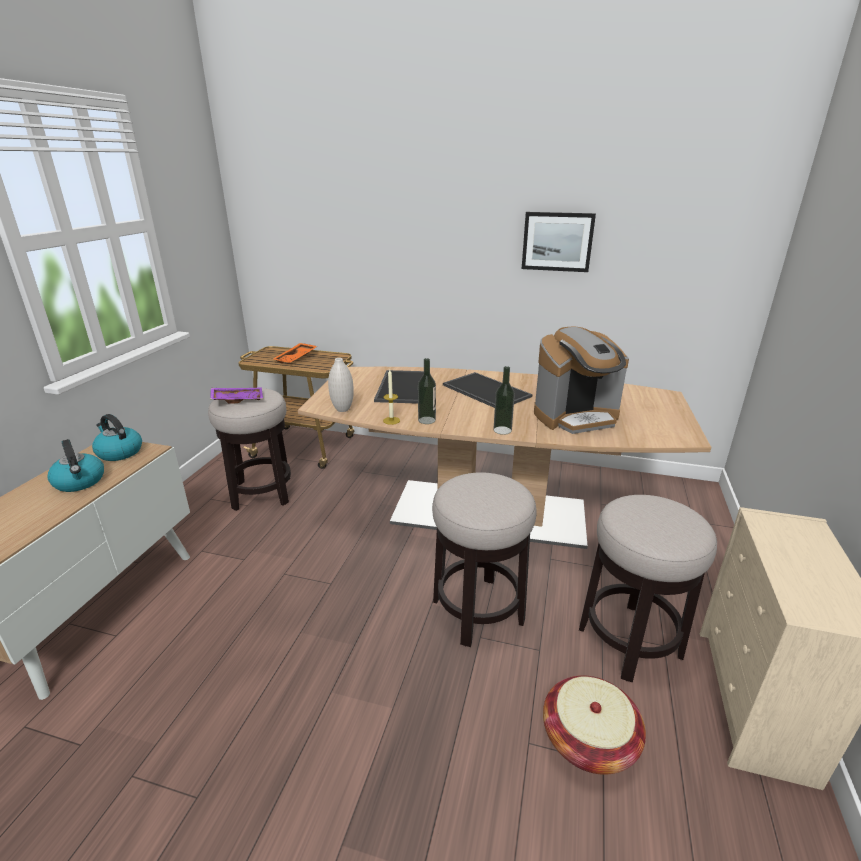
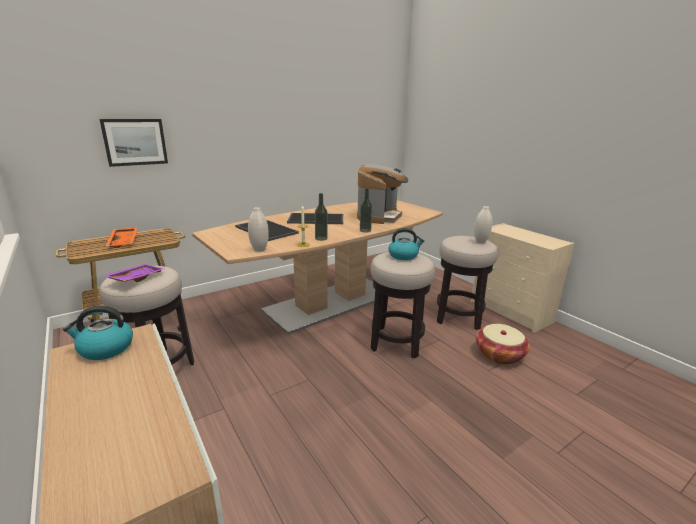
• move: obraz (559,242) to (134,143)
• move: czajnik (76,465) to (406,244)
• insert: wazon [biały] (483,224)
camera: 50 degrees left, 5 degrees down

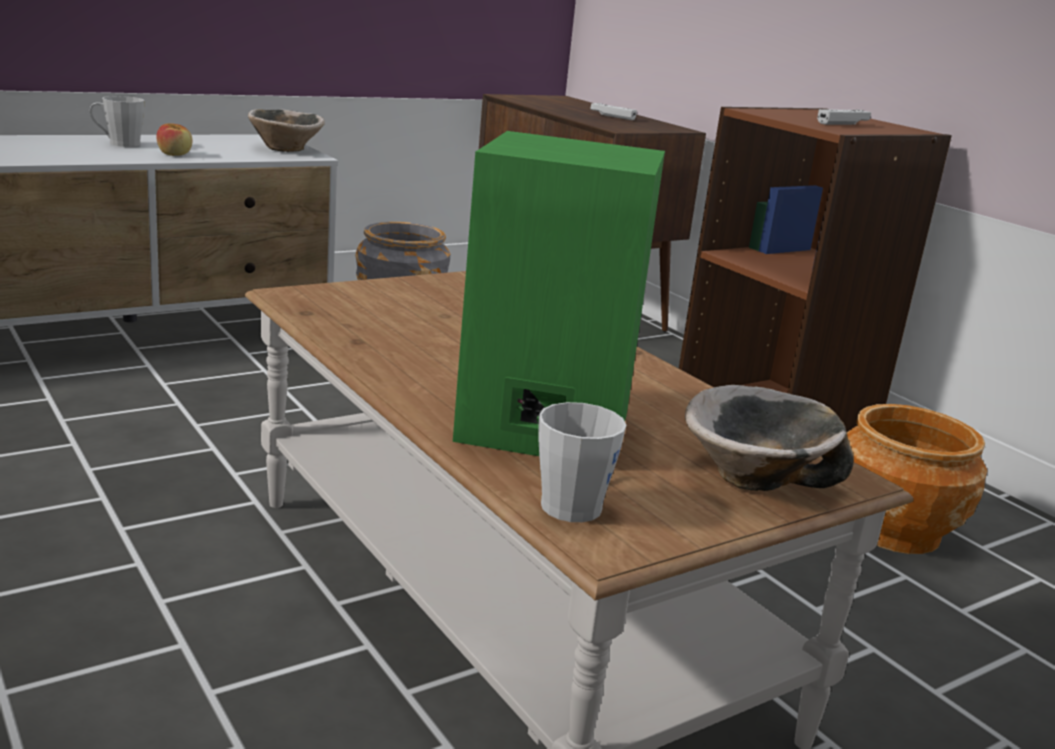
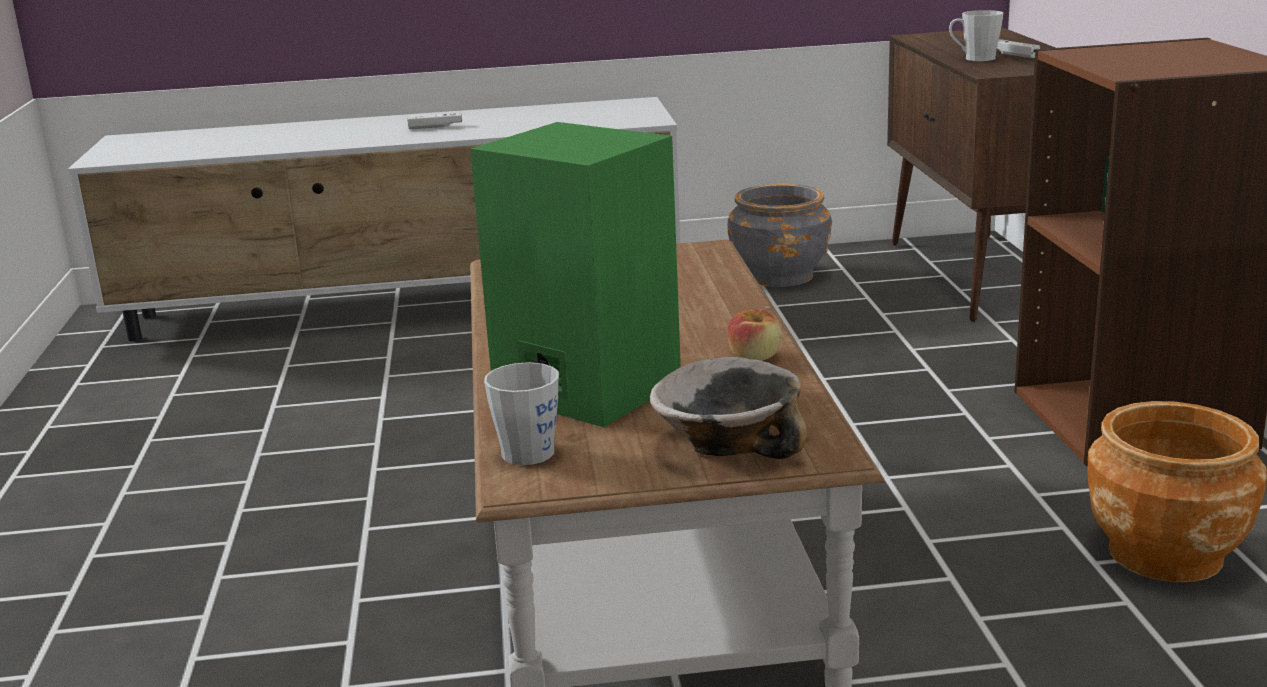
• move: pad do gier [biały] (844,117) to (434,121)
• move: jabłko (174,139) to (754,335)
• move: kubek [szary] (117,121) to (976,35)
• delete: miska (286,130)
camera: 30 degrees right, 0 degrees up

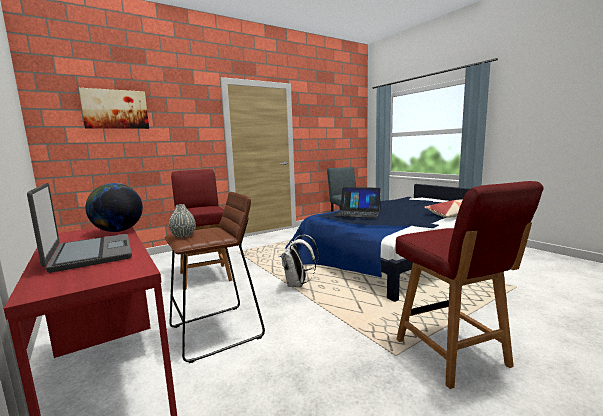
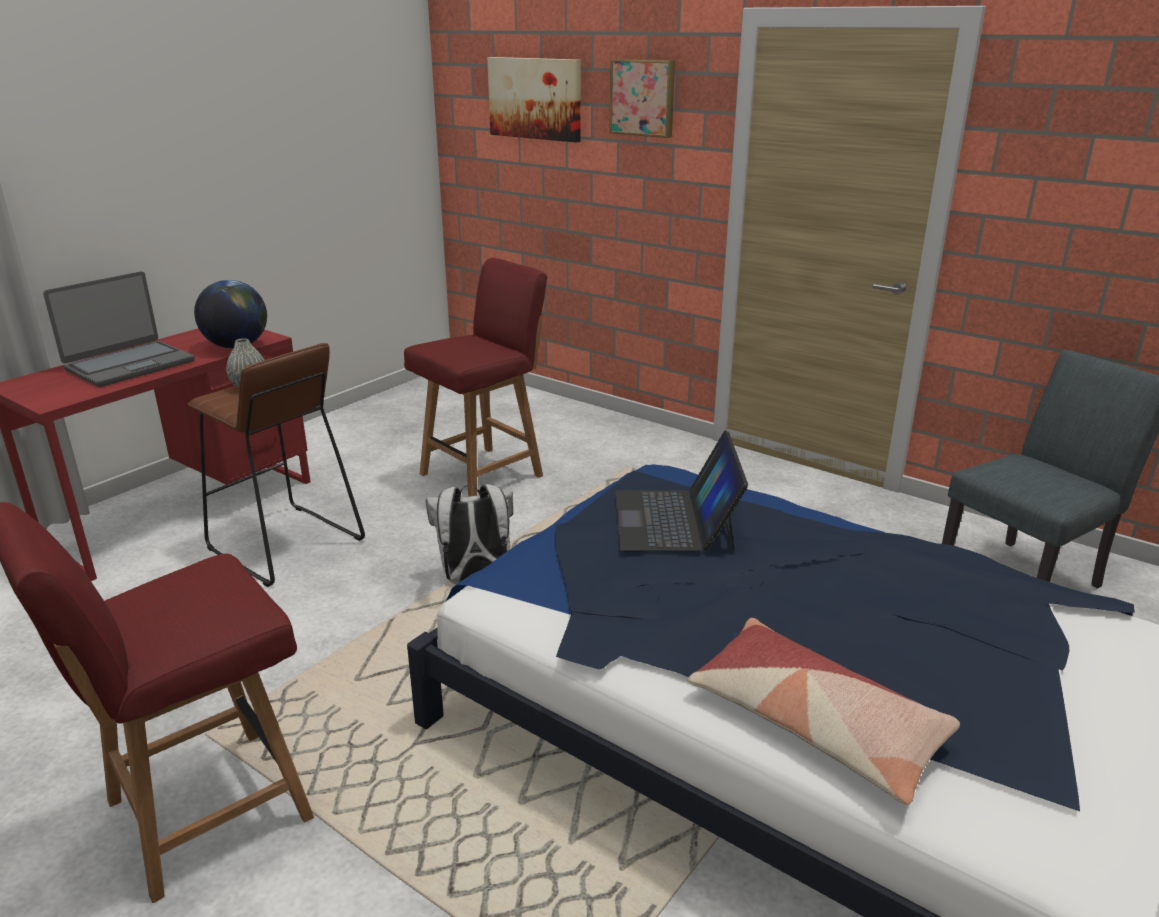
• insert: obraz (642,98)
camera: 70 degrees right, 15 degrees up

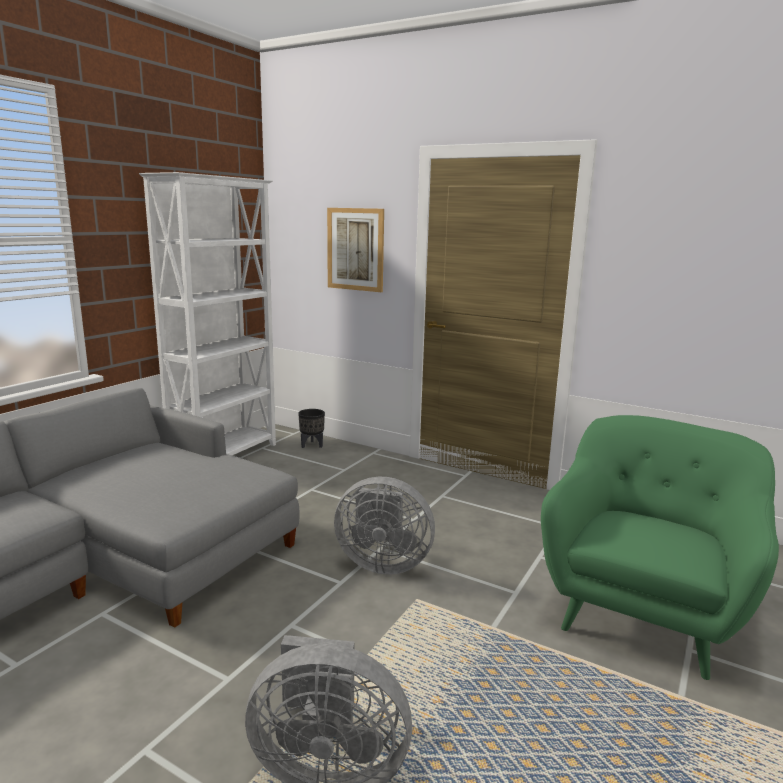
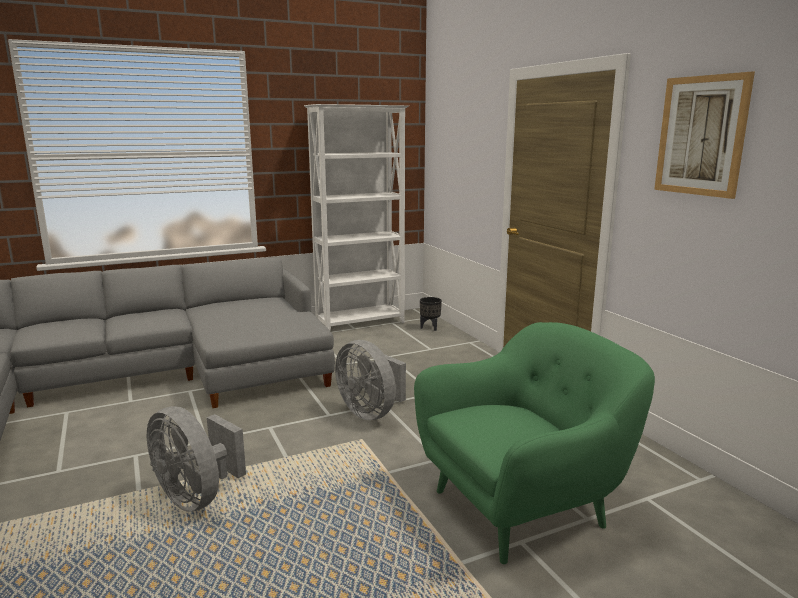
• move: obraz (355,250) to (704,135)
camera: 35 degrees right, 0 degrees up

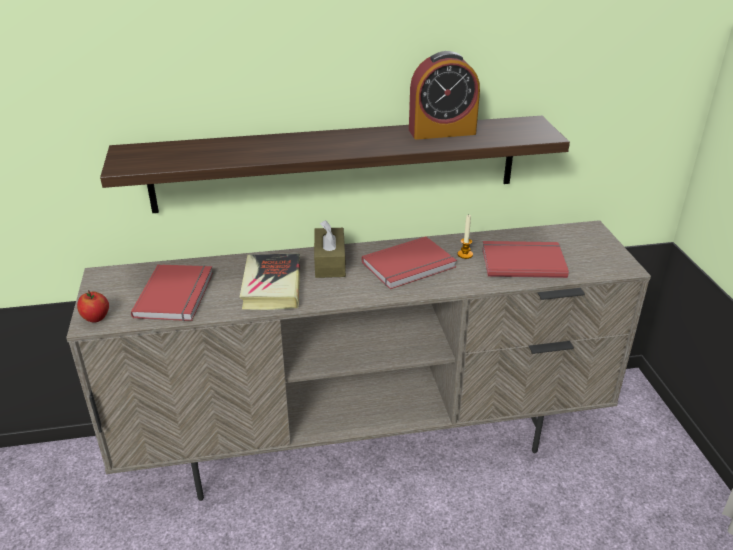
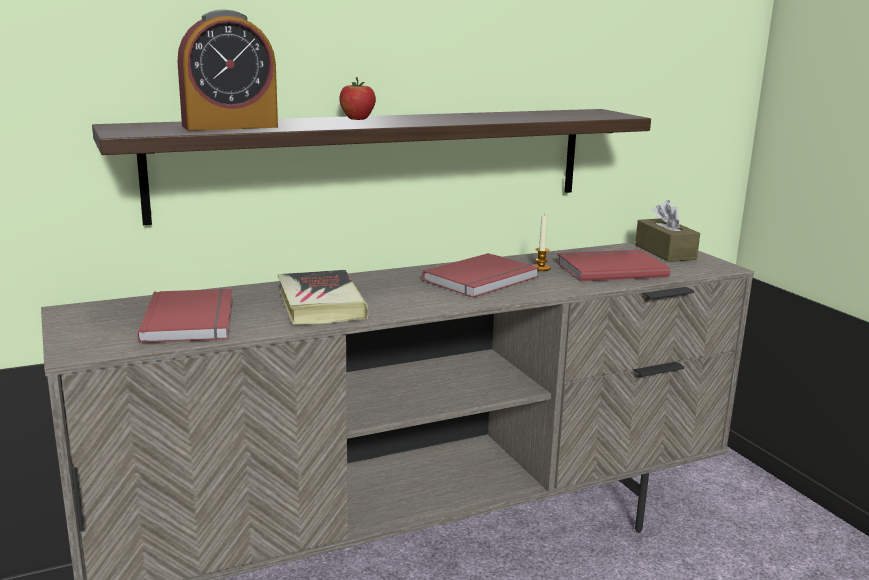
• move: budzik (444,95) to (228,70)
• move: jabłko (93,306) to (357,98)
• move: pudełko chusteczek [brązowy] (330,249) to (667,231)
camera: 15 degrees left, 15 degrees down

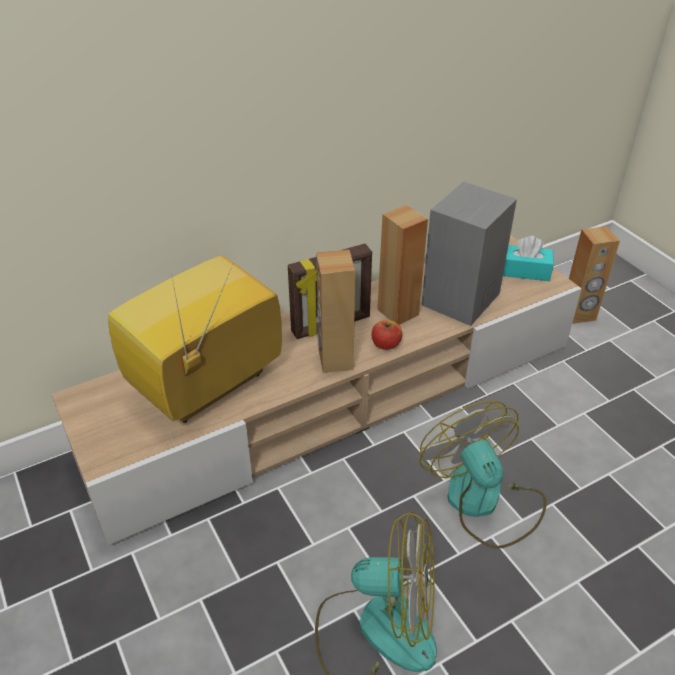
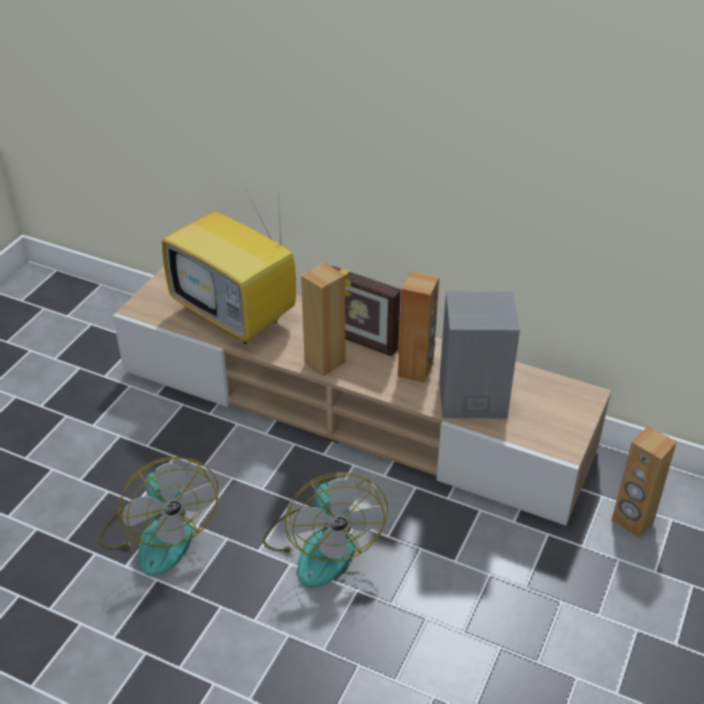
• rotate: telewizor (195,339) = (229,262) 150 degrees counterclockwise
• rotate: wentylator (483,475) = (325,530) 135 degrees clockwise
• delete: jabłko (386,335)
• delete: pudełko chusteczek [turkusowy] (528,258)
camera: 55 degrees right, 0 degrees up

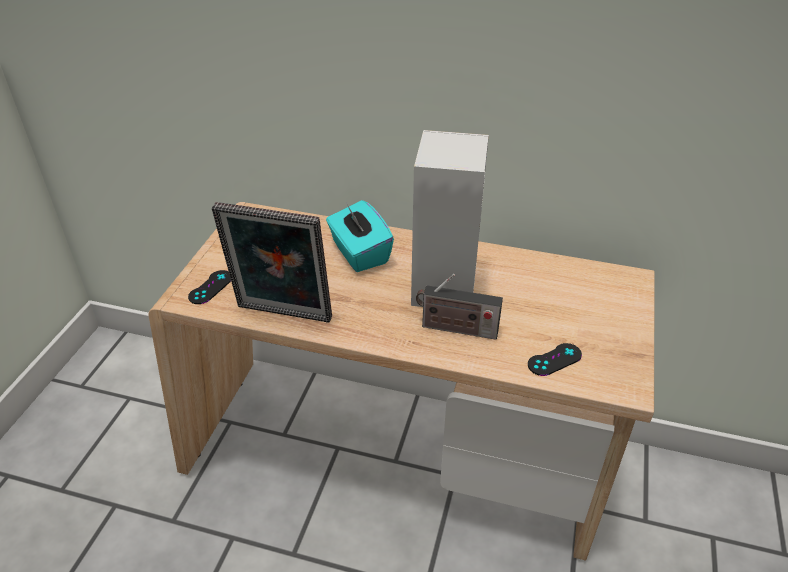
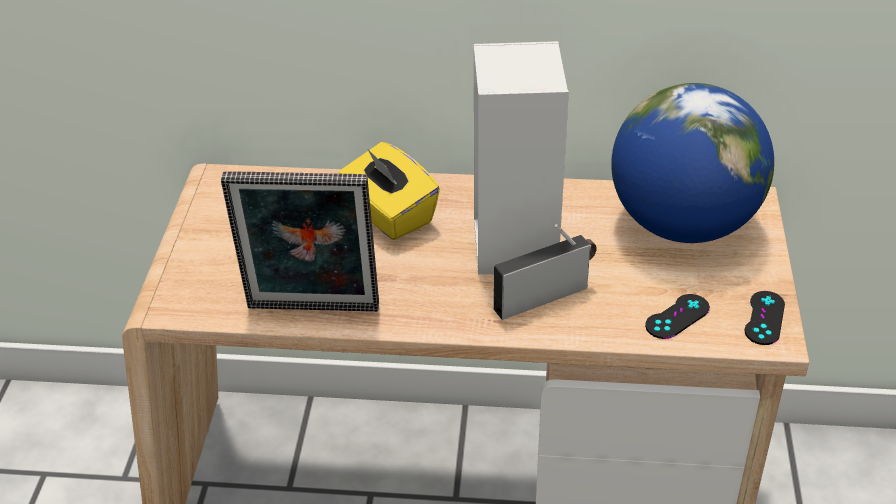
• recolor: pudełko chusteczek [turkusowy] (360,236) to pudełko chusteczek [żółty] (389,191)
• rotate: radio (459,307) = (545,272) 150 degrees clockwise
• insert: globus (692,163)
• move: pad do gier [czarny] (209,287) to (765,318)
camera: 10 degrees left, 0 degrees up

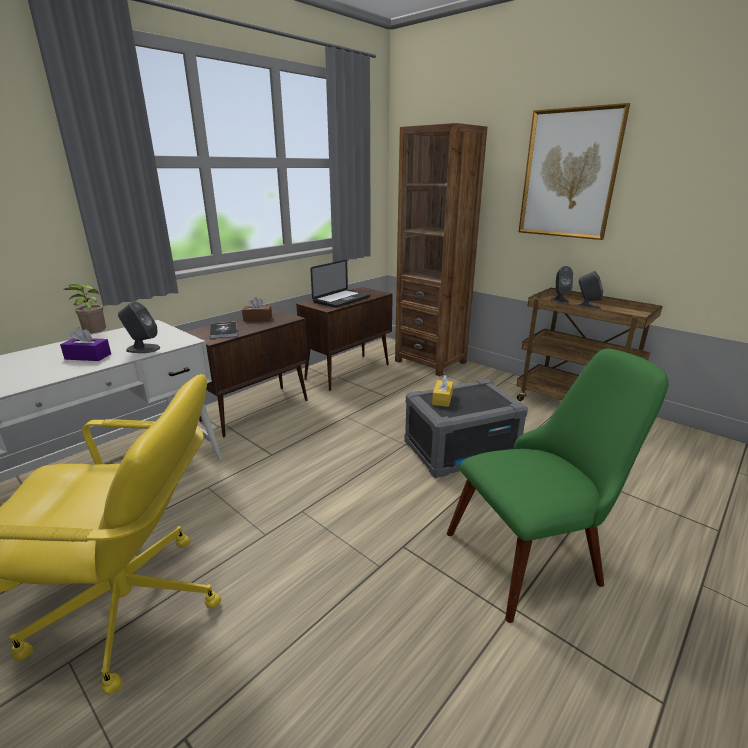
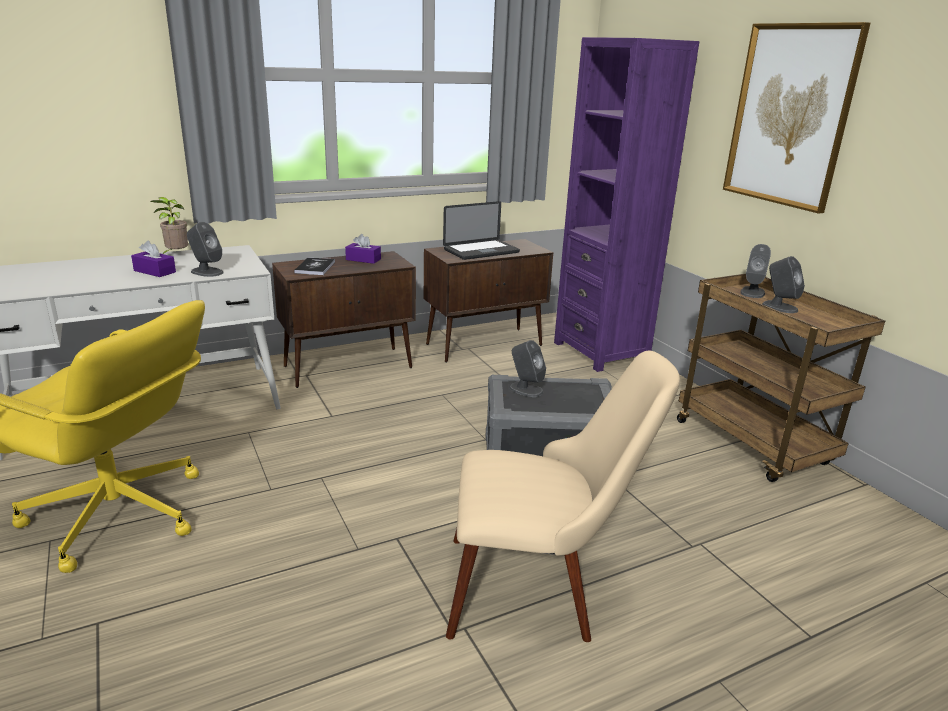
• recolor: pudełko chusteczek [brązowy] (257,309) to pudełko chusteczek [fioletowy] (363,249)
• recolor: krzesło [zielony] (558,486) to krzesło [beżowy] (563,496)
• replace: pudełko chusteczek [żółty] (442,391) to głośnik [szary] (527,368)
• recolor: regał [brązowy] (441,249) to regał [fioletowy] (626,204)
camera: 20 degrees right, 0 degrees up

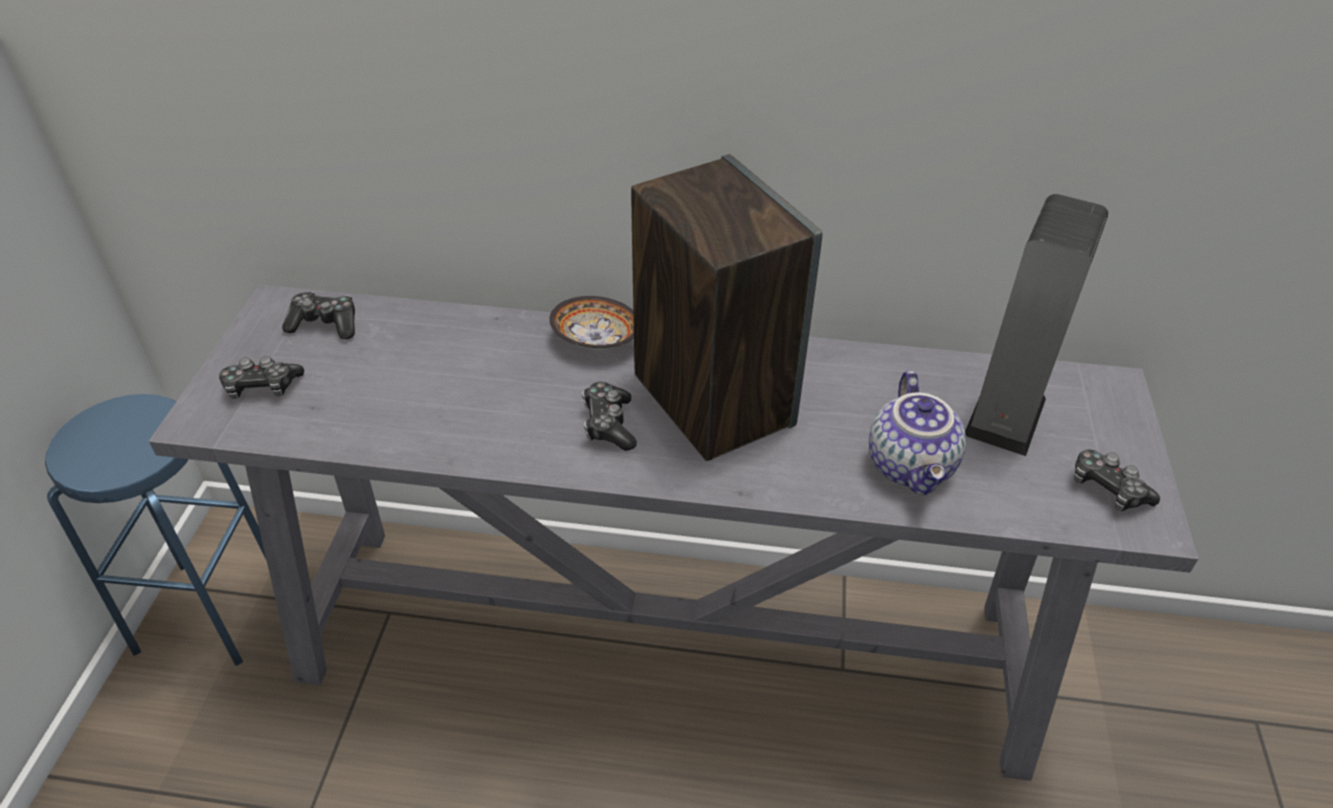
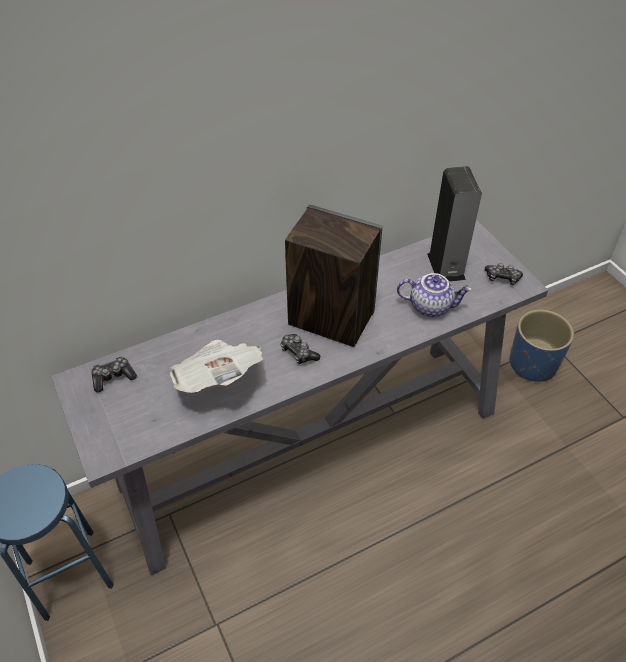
• insert: gazeta (216,366)
• rotate: imbryk (917,432) = (434,295) 45 degrees counterclockwise
• insert: donica [niebieski] (542,345)
• delete: pad do gier (261,377)
• delete: miska (591,323)
camera: 35 degrees left, 5 degrees up

